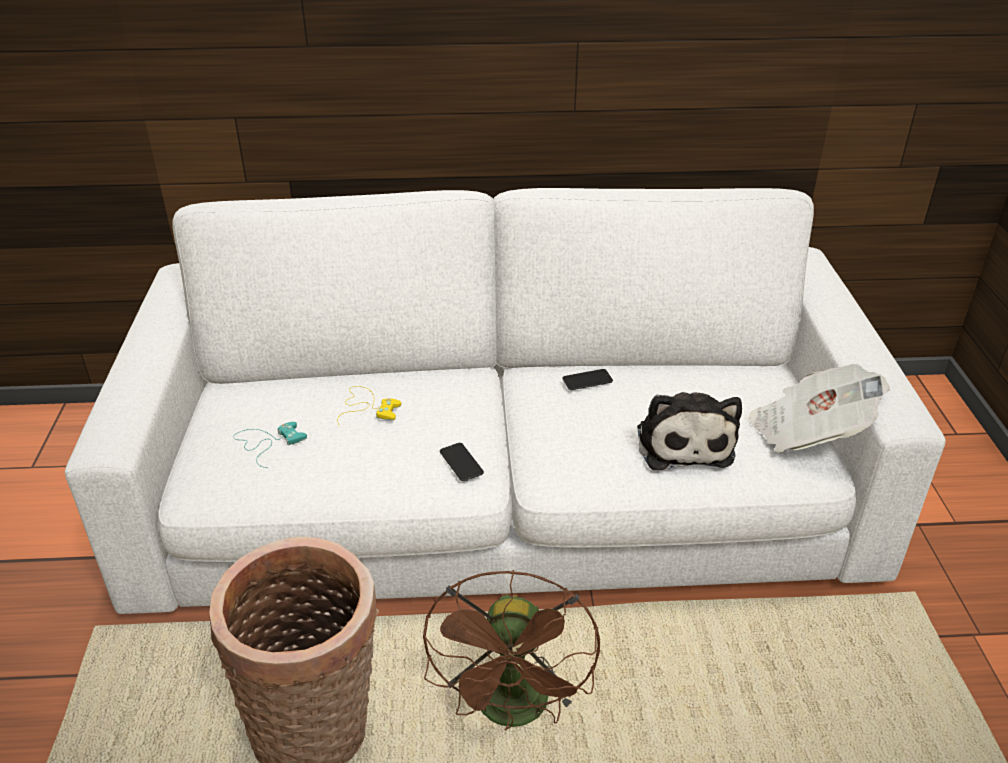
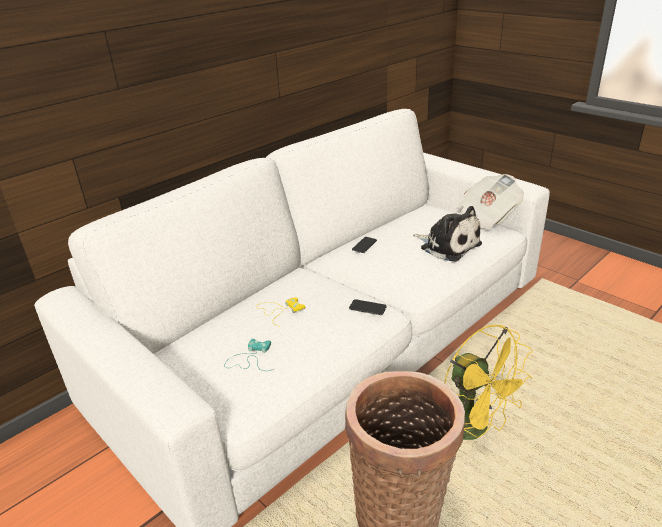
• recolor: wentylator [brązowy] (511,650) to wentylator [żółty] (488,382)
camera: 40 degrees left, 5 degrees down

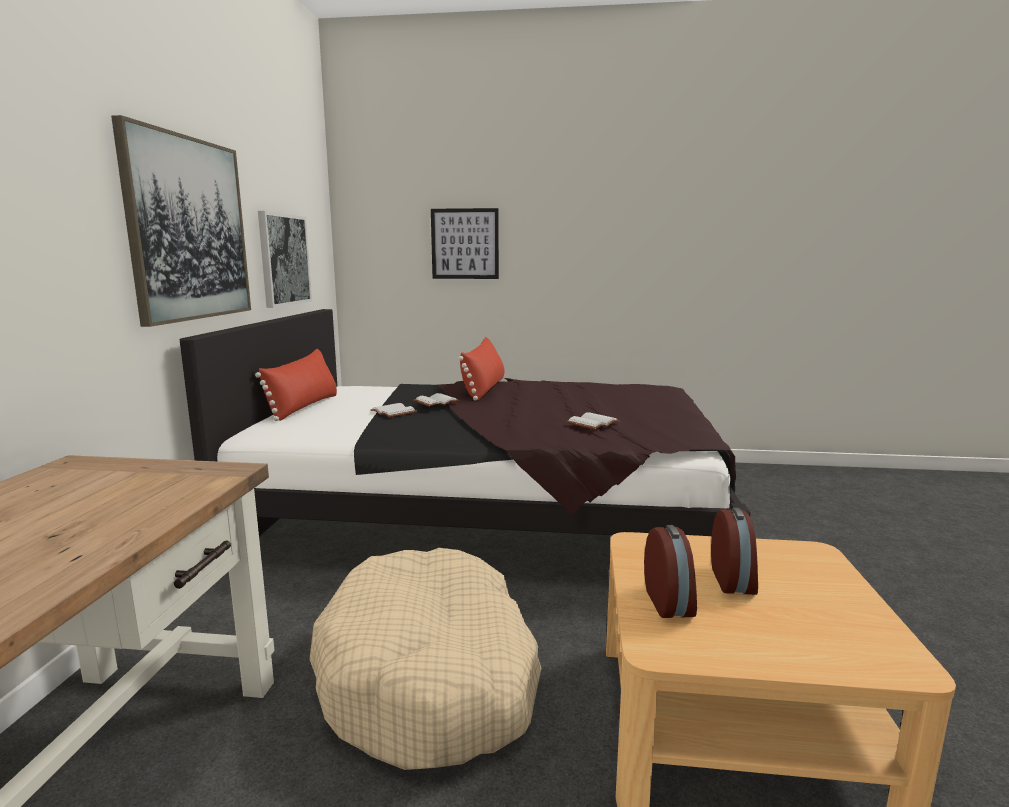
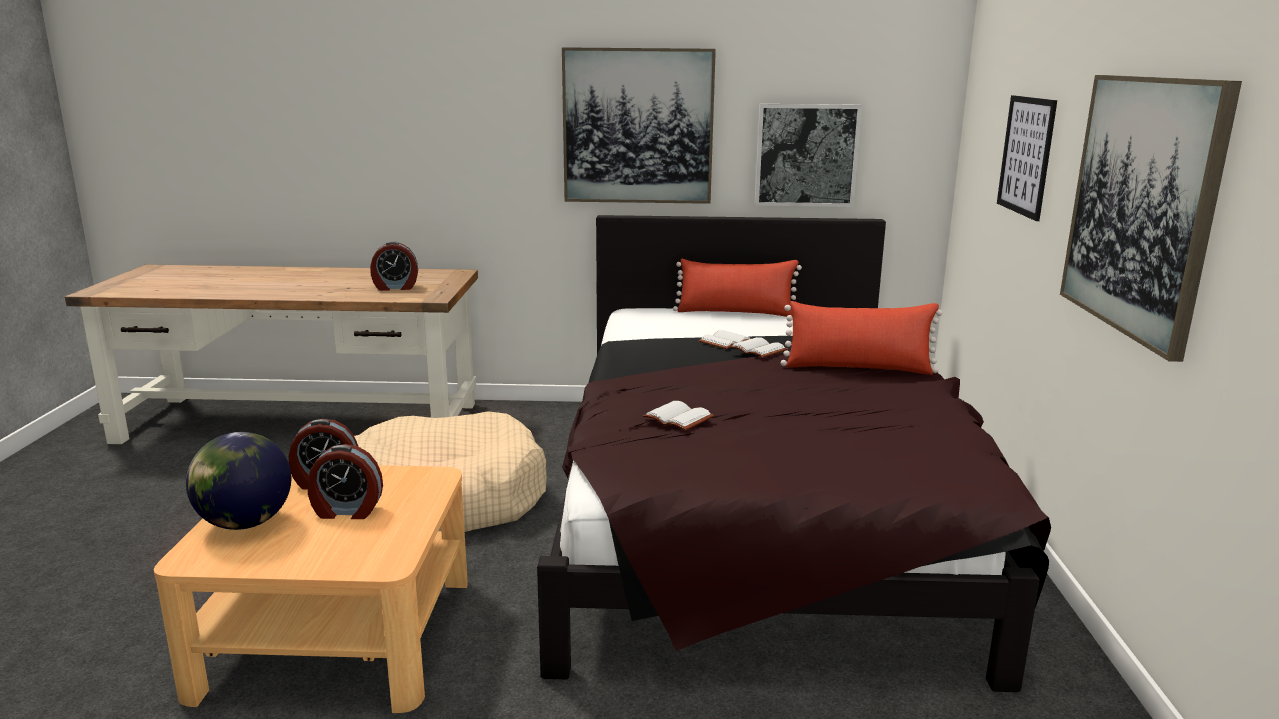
• insert: globus (238,481)
• insert: budzik (394,266)
• insert: obraz (1151,218)
camera: 85 degrees right, 5 degrees up

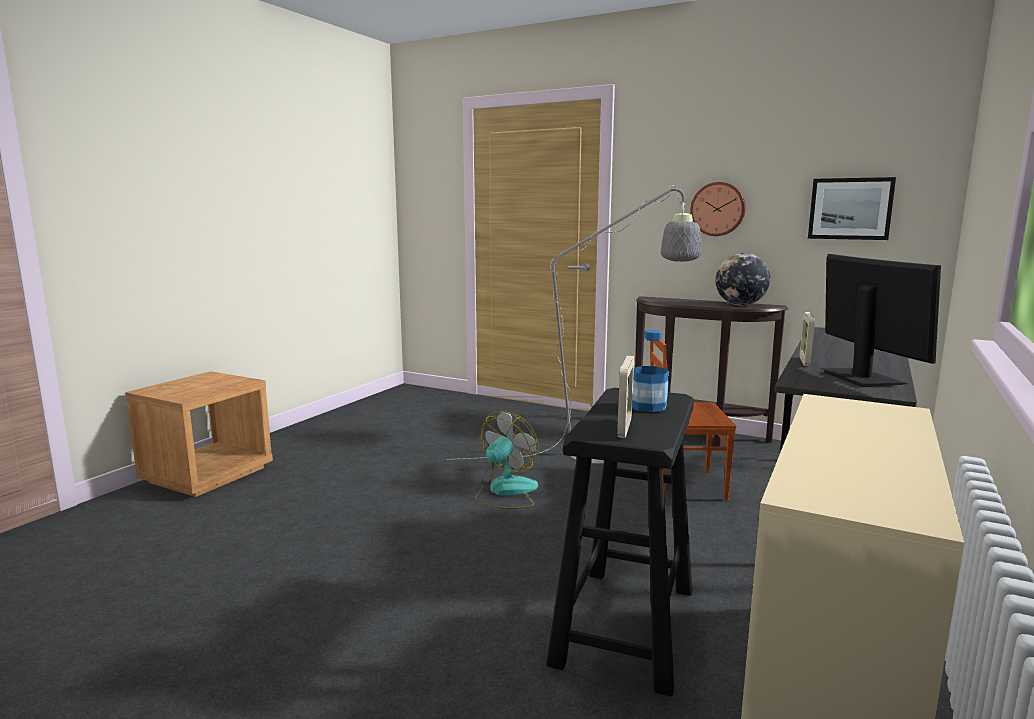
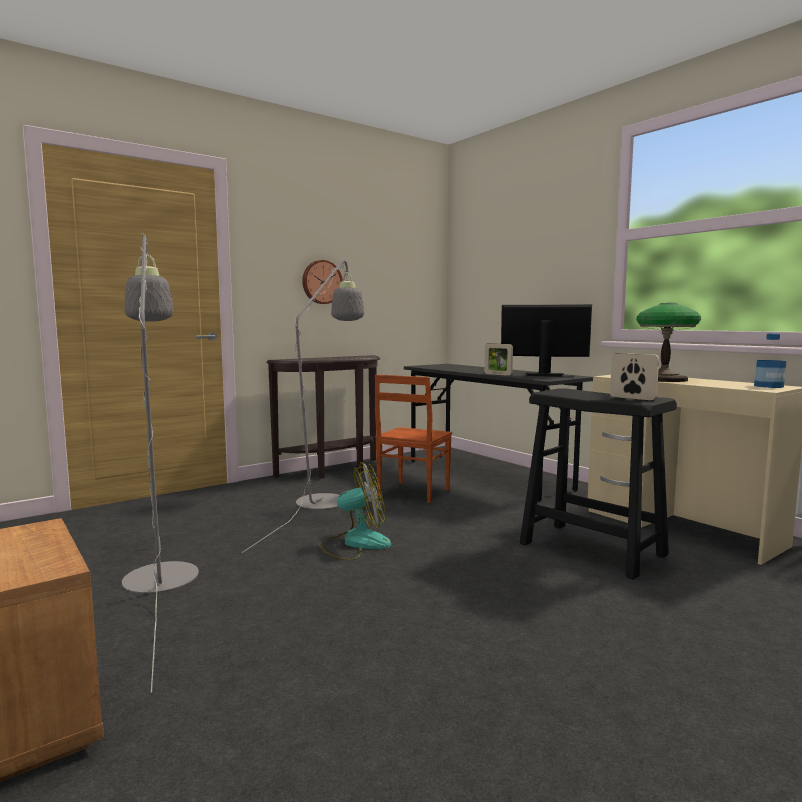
• insert: lampa stojąca [szary] (160,463)
• rotate: wentylator (507,460) = (355,511) 105 degrees clockwise
• insert: lampa stołowa (668,342)
• move: butelka (650,371) to (770,360)
• delete: globus (742,279)
• delete: obraz (852,208)
camera: 65 degrees left, 5 degrees down

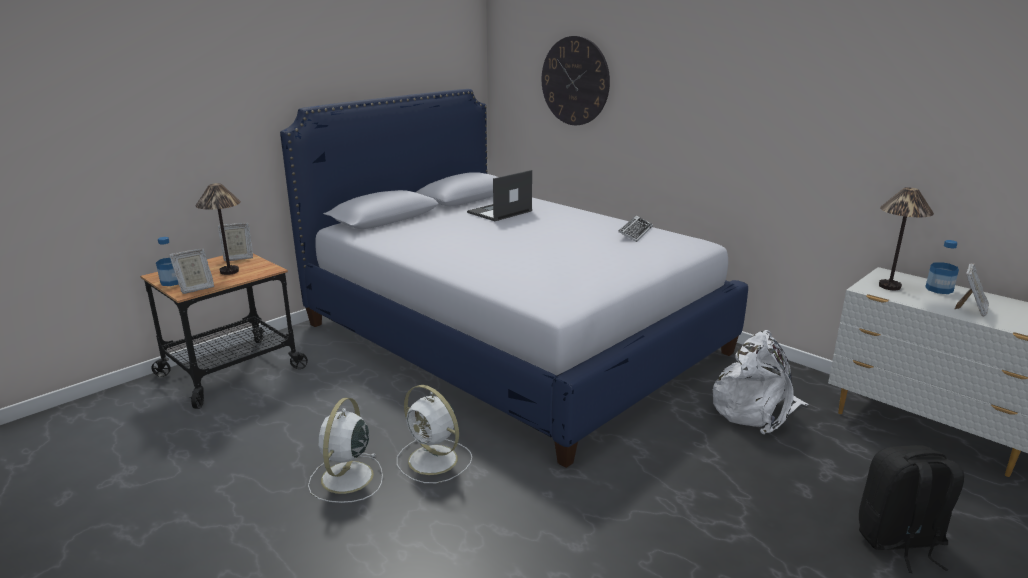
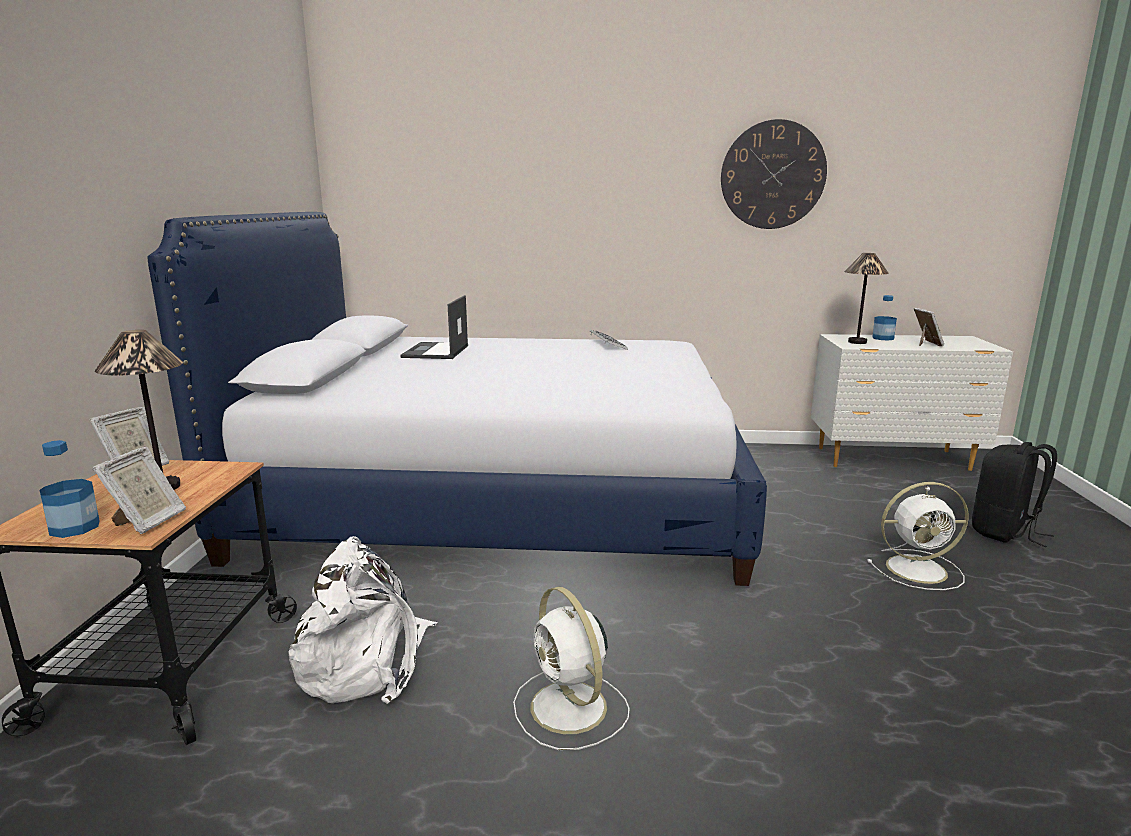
• move: plecak [biały] (761,382) to (363,620)
• move: zegar ścienny (576,80) to (774,174)
• move: wentylator [biały] (434,434) to (918,536)
camera: 40 degrees left, 5 degrees down

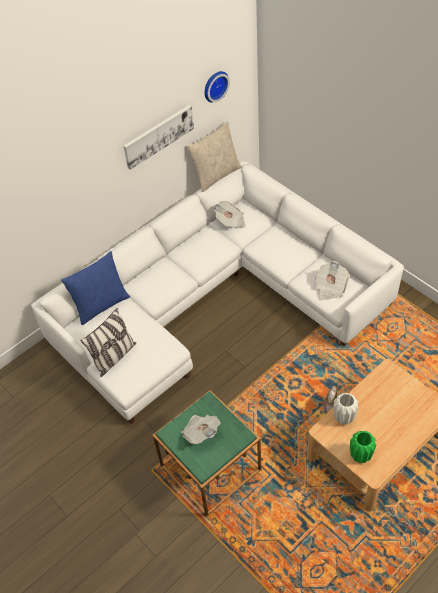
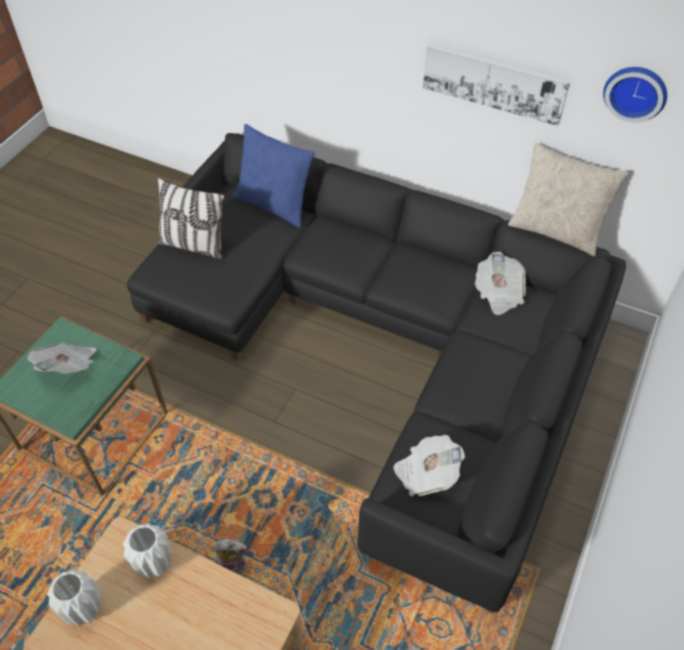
• recolor: wazon [zielony] (363,447) to wazon [biały] (74,597)
• recolor: kanapa [biały] (217,292) to kanapa [czarny] (376,373)
camera: 65 degrees right, 0 degrees up

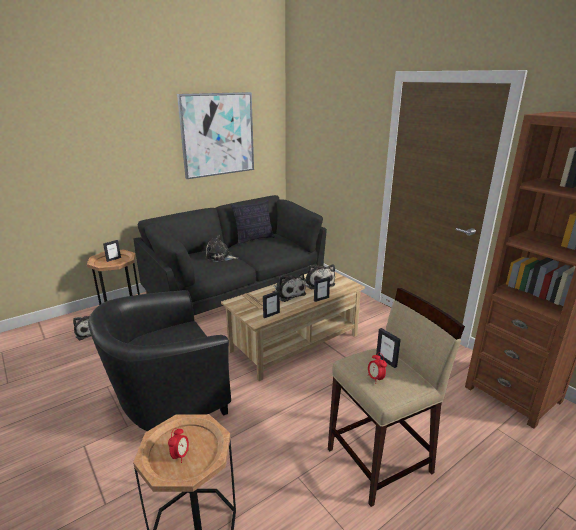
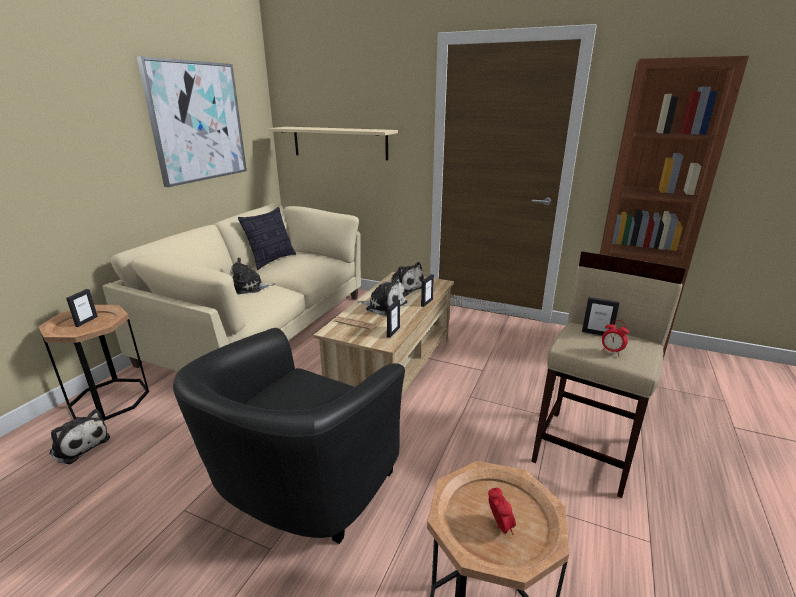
• recolor: kanapa [czarny] (230,255) to kanapa [beżowy] (231,287)
• insert: półka [beżowy] (333,143)
camera: 30 degrees left, 0 degrees up

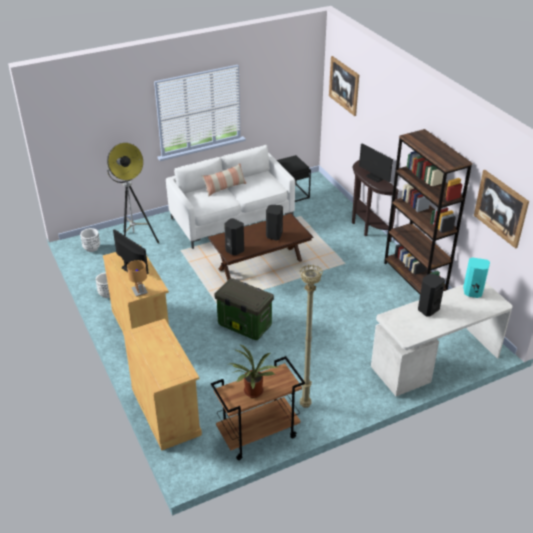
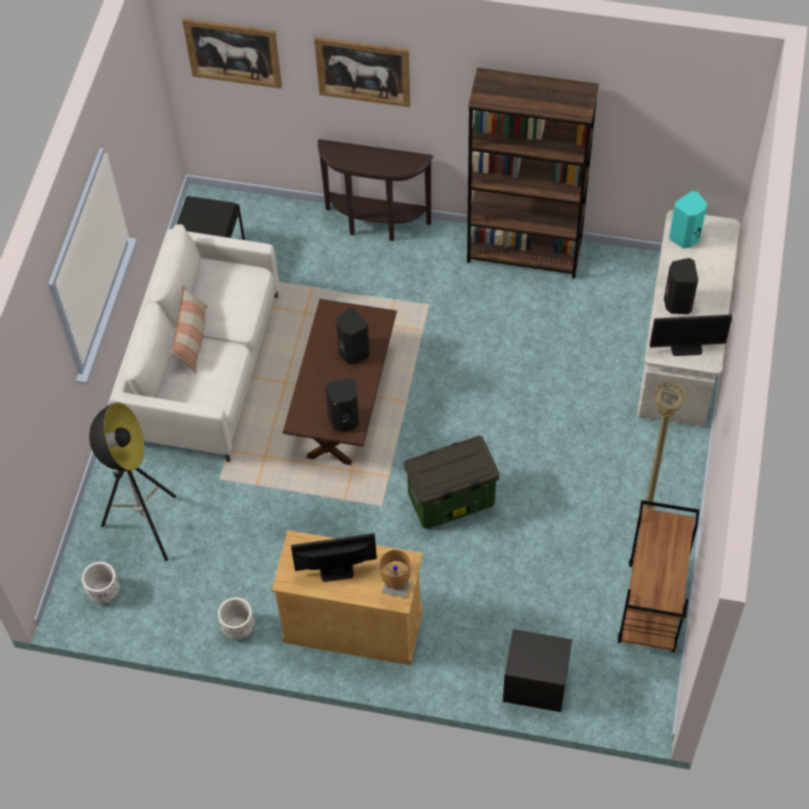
• move: obraz (501,209) to (362,72)
• replace: szafka [beżowy] (162,384) to szafka nocna [czarny] (537,670)
• move: monitor (376,163) to (691,335)
• delete: roślina doniczkowa (252,371)
camera: 50 degrees left, 20 degrees up

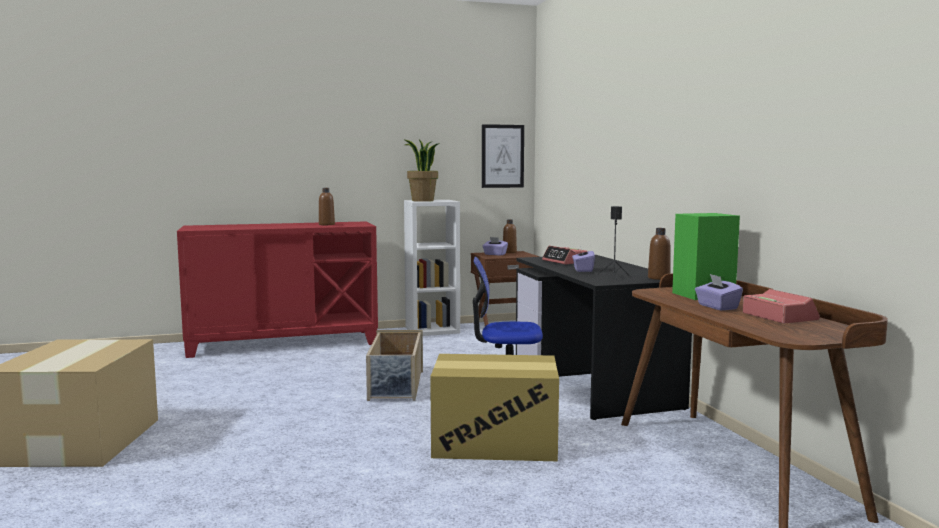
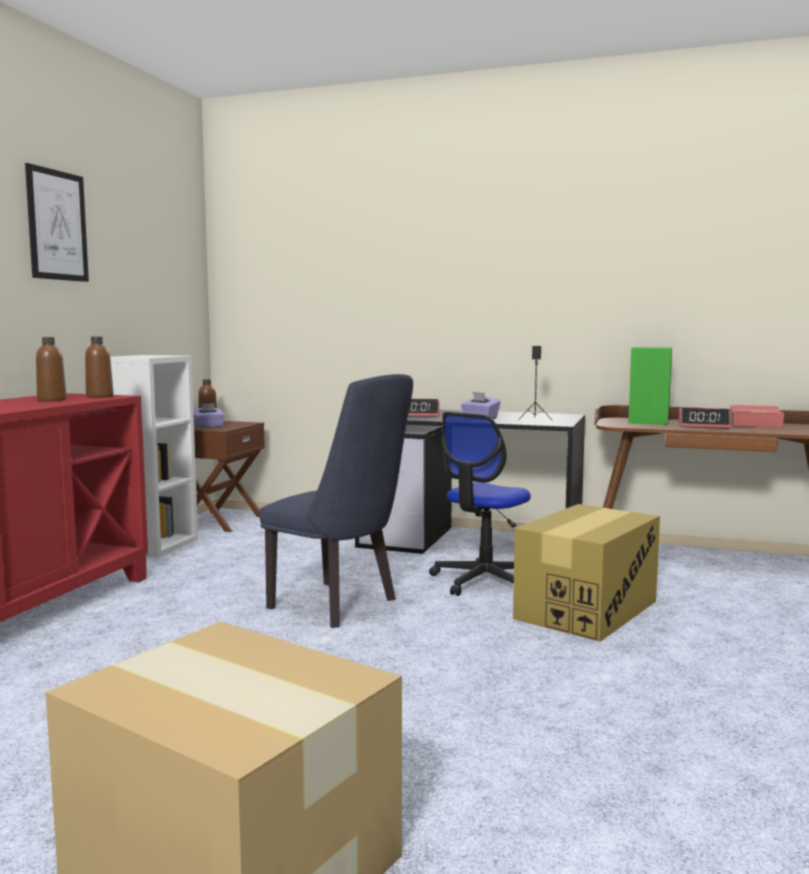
• move: obraz (503,156) to (57,222)
• move: butelka [brązowy] (659,254) to (99,367)
• replace: pojemnik do przechowywania [beżowy] (394,365) to krzesło [niebieski] (336,501)
• replace: pudełko chusteczek [fioletowy] (719,292) to budzik (705,418)
• delete: roślina doniczkowa (422,170)
camera: 55 degrees left, 0 degrees up

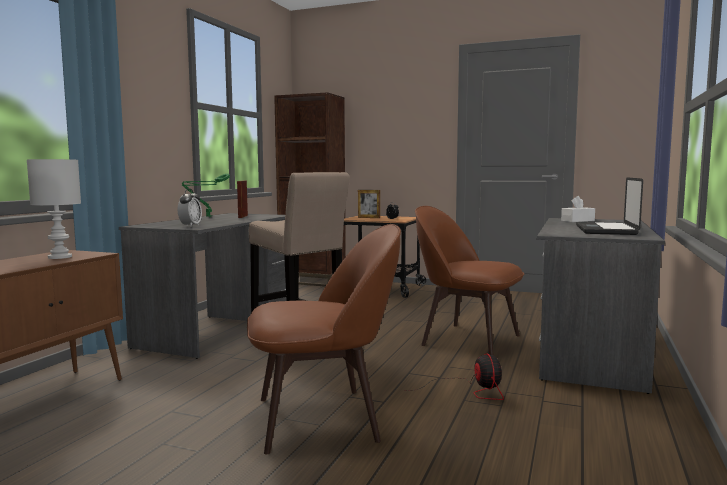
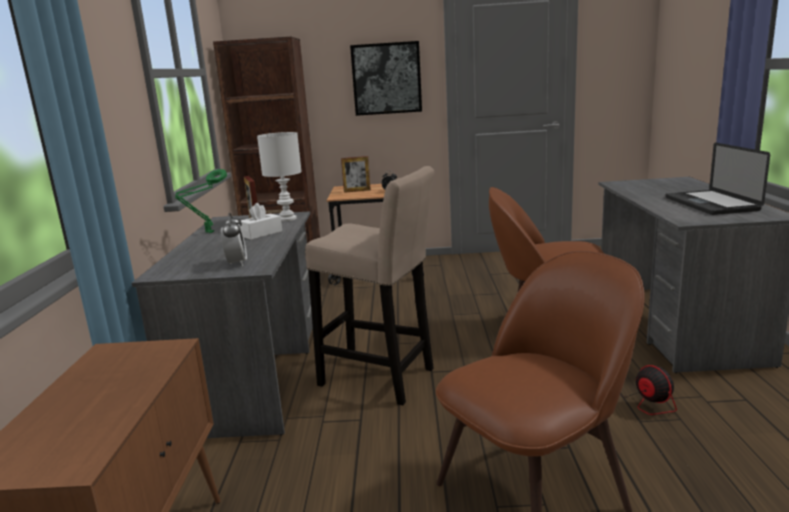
• move: pudełko chusteczek [biały] (578,209) to (261,221)
• move: lampa stołowa [biały] (54,209) to (279,176)
• insert: obraz (386,78)
camera: 20 degrees left, 10 degrees up

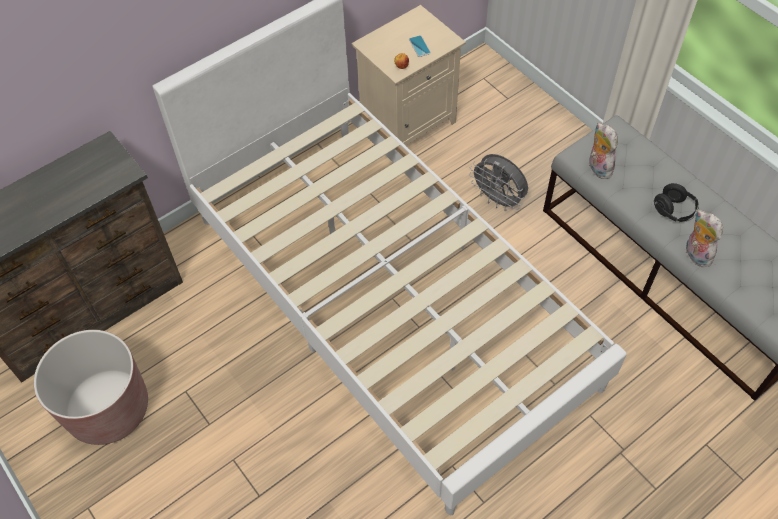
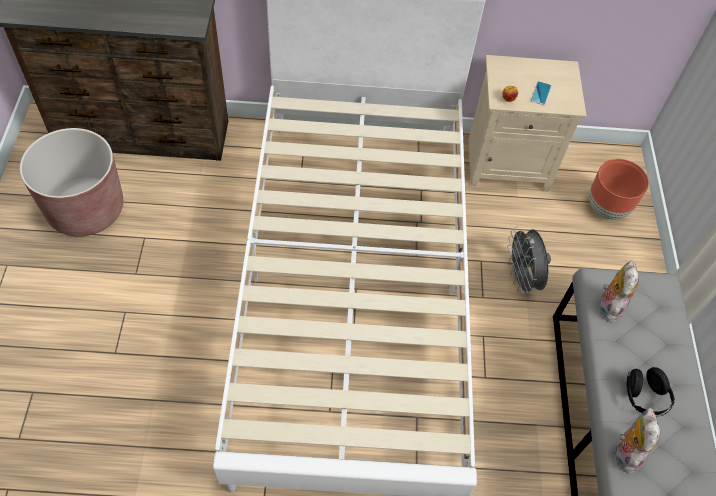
• insert: donica [brązowy] (619,189)
camera: 35 degrees right, 0 degrees up

